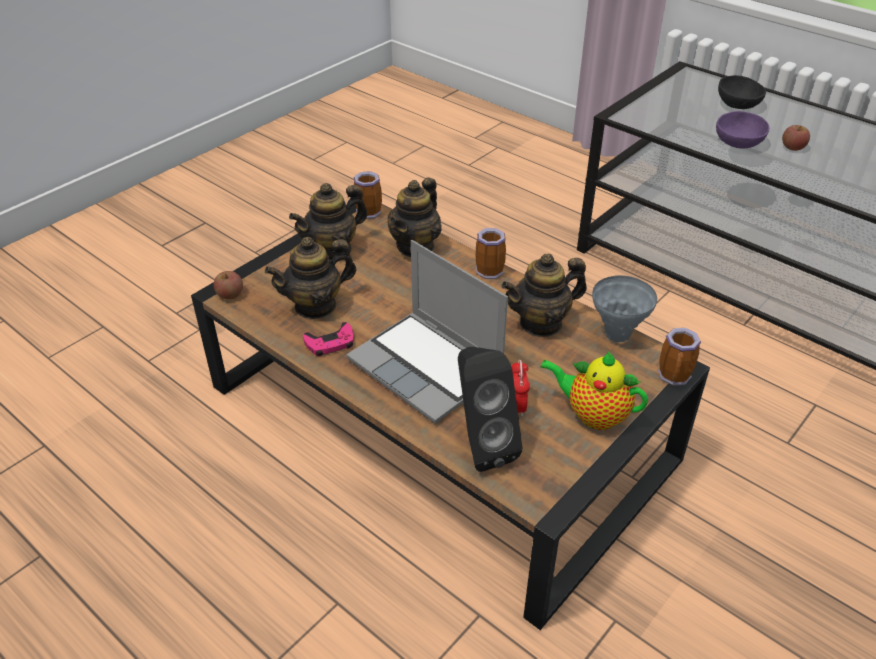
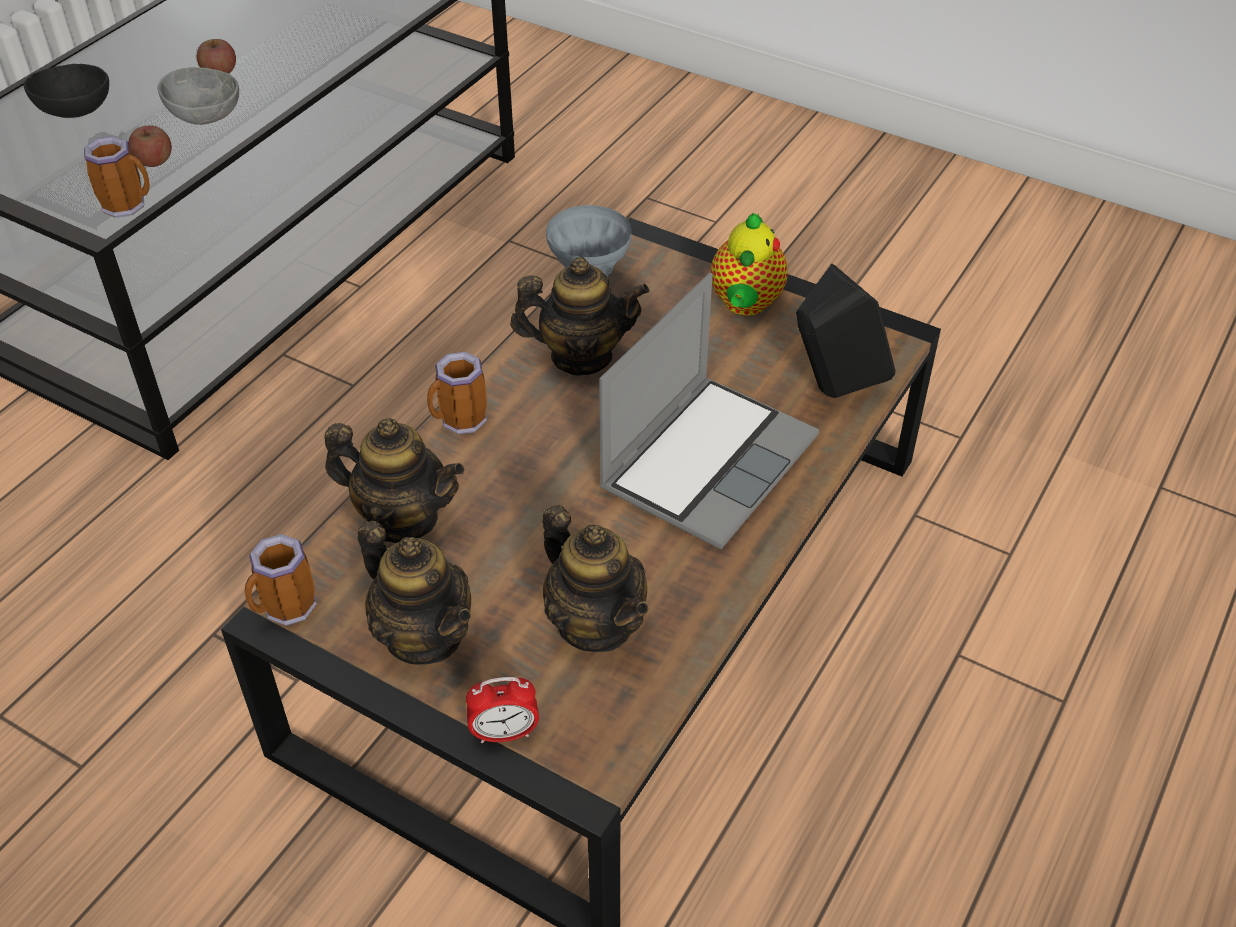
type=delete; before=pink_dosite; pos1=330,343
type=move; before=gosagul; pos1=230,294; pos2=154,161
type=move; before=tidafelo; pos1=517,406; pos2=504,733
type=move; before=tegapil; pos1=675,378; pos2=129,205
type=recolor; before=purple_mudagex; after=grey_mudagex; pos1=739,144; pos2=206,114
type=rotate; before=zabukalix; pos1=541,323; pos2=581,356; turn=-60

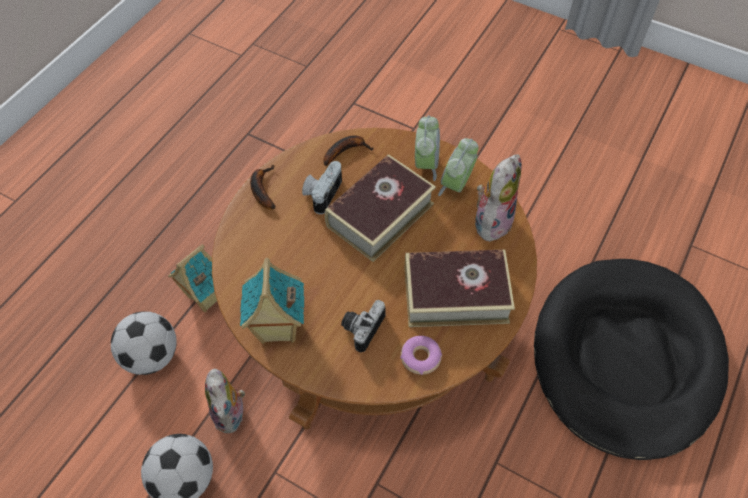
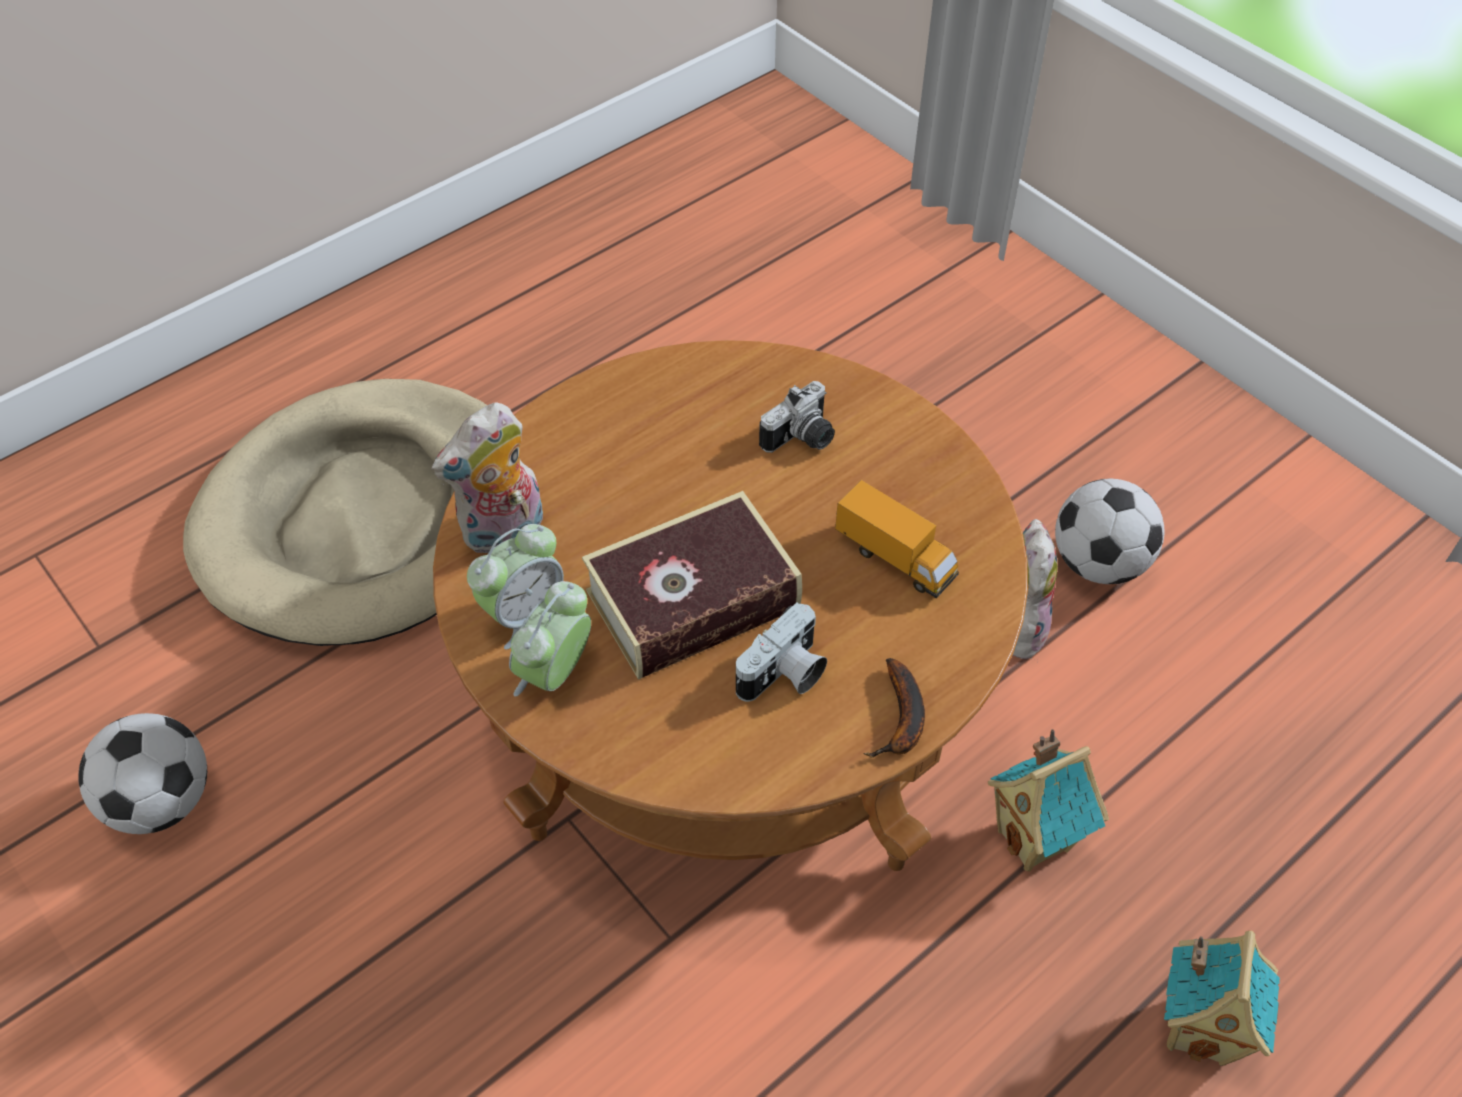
type=delete; before=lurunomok; pos1=346,151
type=delete; before=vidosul; pos1=420,357
type=delete; before=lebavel; pos1=455,295
type=insert; after=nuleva; pos2=895,559
type=move; before=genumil; pos1=152,356; pos2=162,801
type=move; before=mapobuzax; pos1=277,329; pos2=1200,1028
type=recolor; before=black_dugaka; after=beige_dugaka; pos1=625,358; pos2=366,518

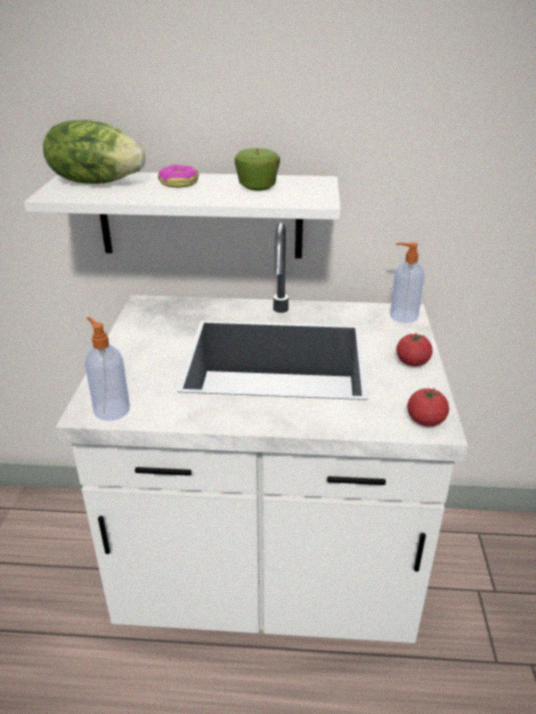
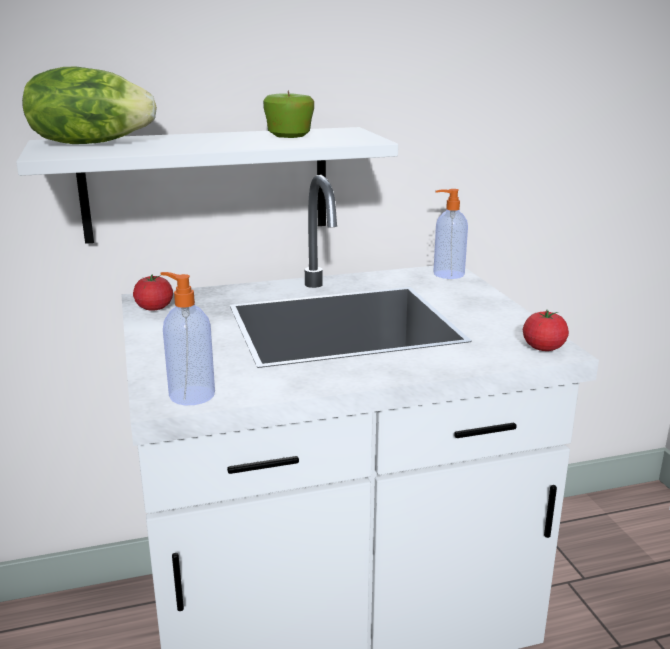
type=delete; before=vidosul; pos1=179,183
type=move; before=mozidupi; pos1=412,362; pos2=154,308

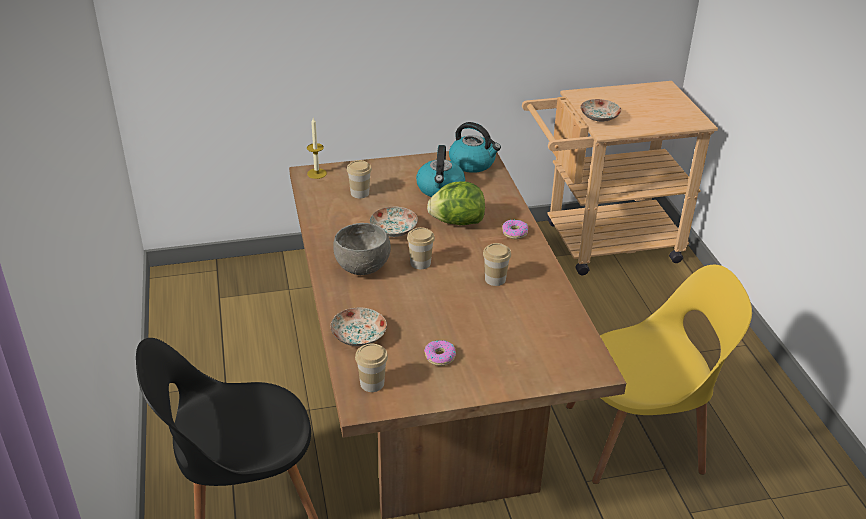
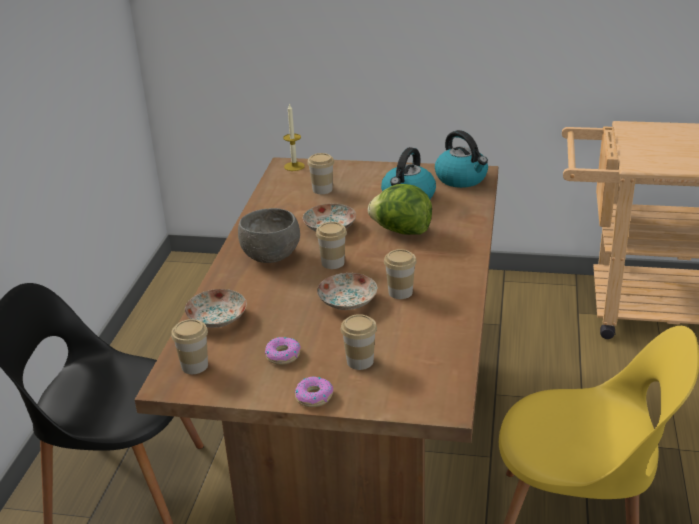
type=insert; after=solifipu; pos2=360,361
type=move; before=vidosul; pos1=514,233; pos2=314,396
type=move; before=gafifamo; pos1=599,117; pos2=347,301

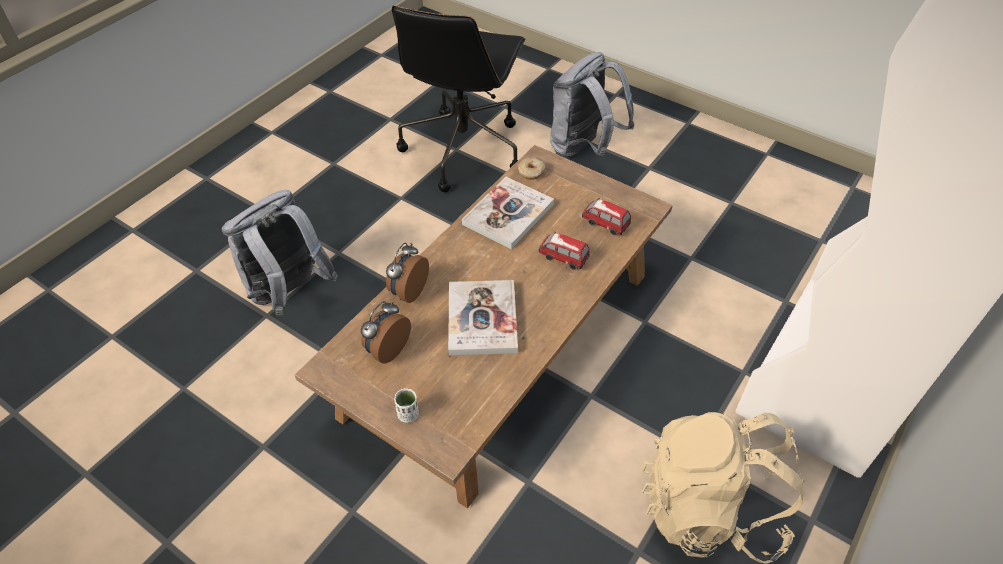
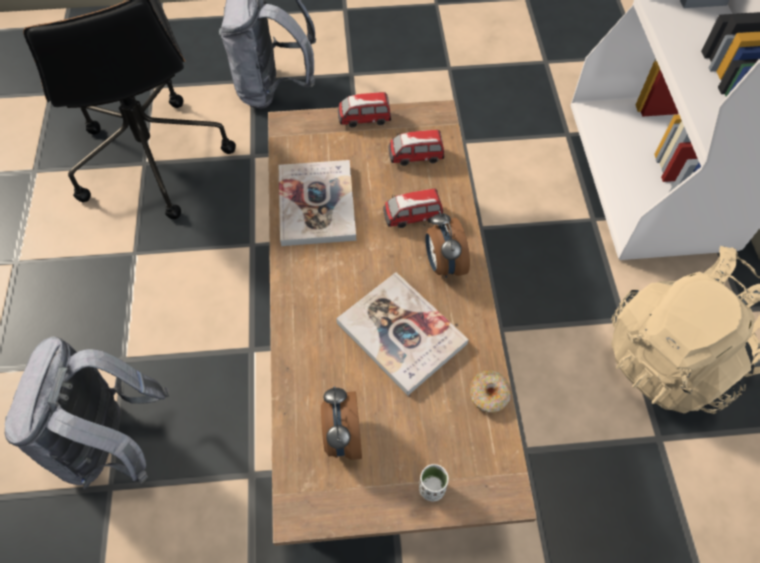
type=insert; after=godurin; pos2=364,119
type=move; before=tidafelo; pos1=408,291; pos2=443,264
type=move; before=vidosul; pos1=531,172; pos2=489,395

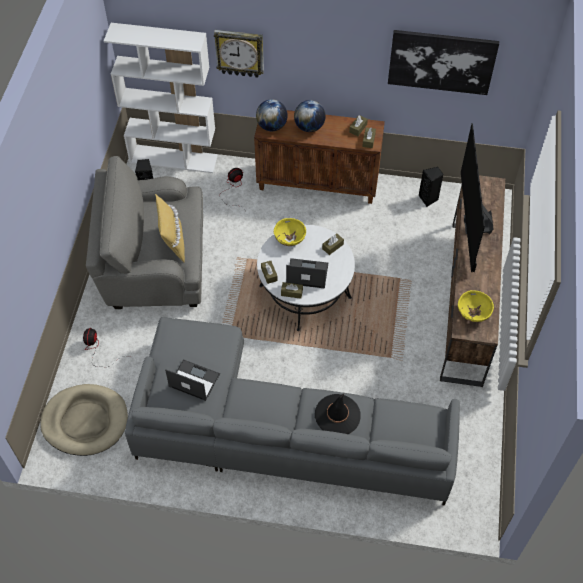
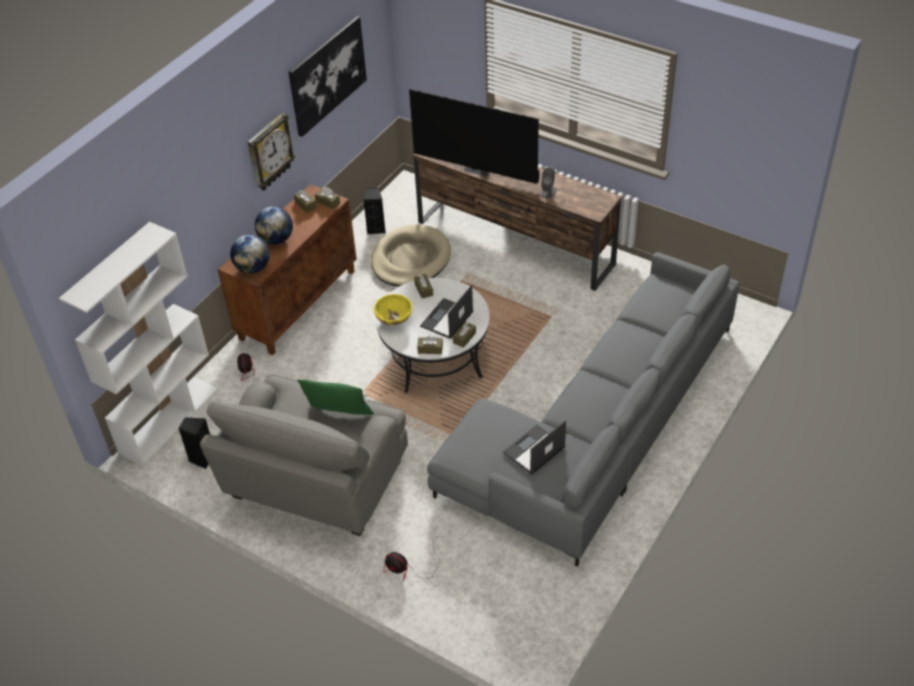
type=delete; before=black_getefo; pos1=337,415
type=delete; before=yellow_mudagex; pos1=473,314
type=insert; after=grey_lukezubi; pos2=548,191
type=move; before=beige_dugaka; pos1=85,421; pos2=410,259
type=move; before=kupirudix; pos1=240,53; pos2=269,152
type=recolor; before=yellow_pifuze; after=green_pifuze; pos1=172,242; pos2=339,417

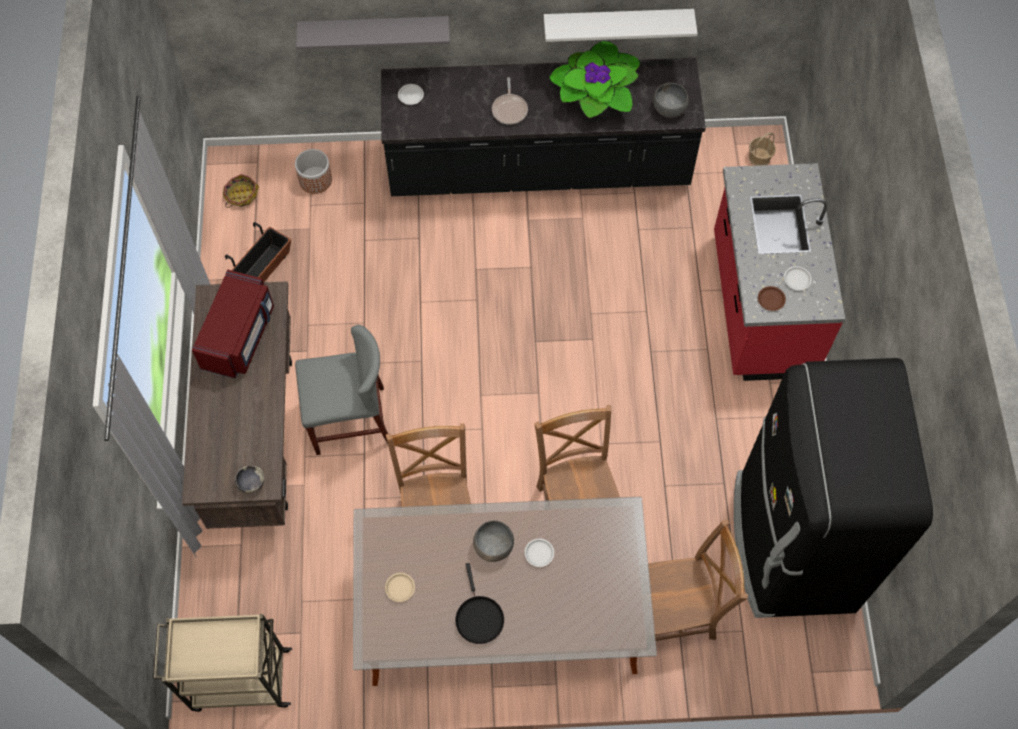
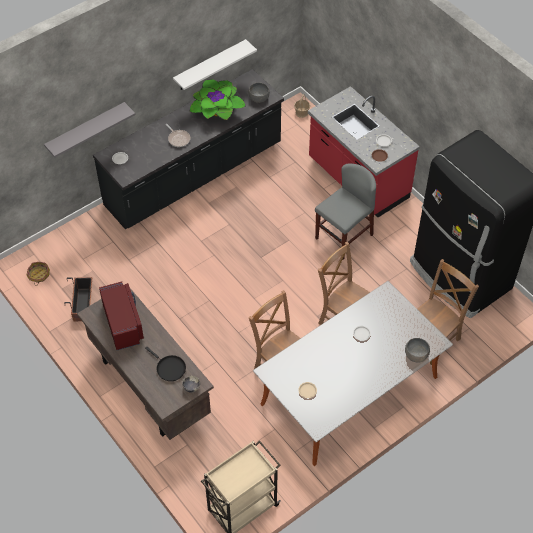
type=delete; before=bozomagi; pos1=316,180
type=move; before=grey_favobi; pos1=350,420; pos2=344,236
type=move; before=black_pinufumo; pos1=478,617; pos2=169,368
type=move; before=grey_mudagex; pos1=493,546; pos2=416,355

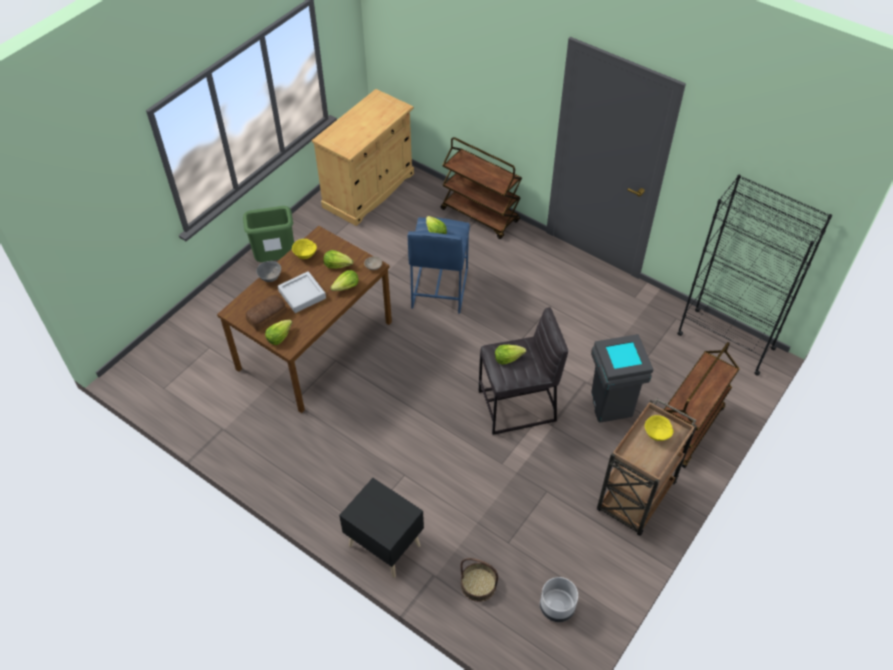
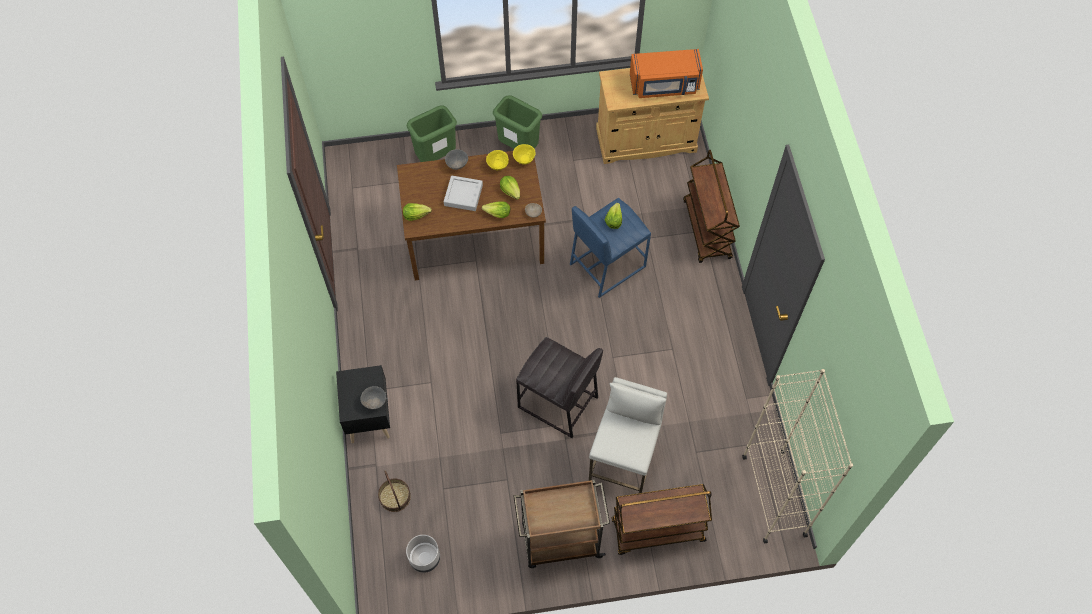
type=delete; before=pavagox; pos1=268,316
type=delete; before=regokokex; pos1=508,358
type=insert; after=grey_mudagex; pos2=374,402
type=insert; after=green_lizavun; pos2=436,157
type=insert; after=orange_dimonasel; pos2=664,85
type=move; before=yellow_mudagex; pos1=656,435; pos2=524,160
type=replace; before=grey_lizavun; after=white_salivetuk; pos1=609,405; pos2=623,461
type=recolor; before=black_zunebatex; after=beige_zunebatex; pos1=725,341; pos2=773,495

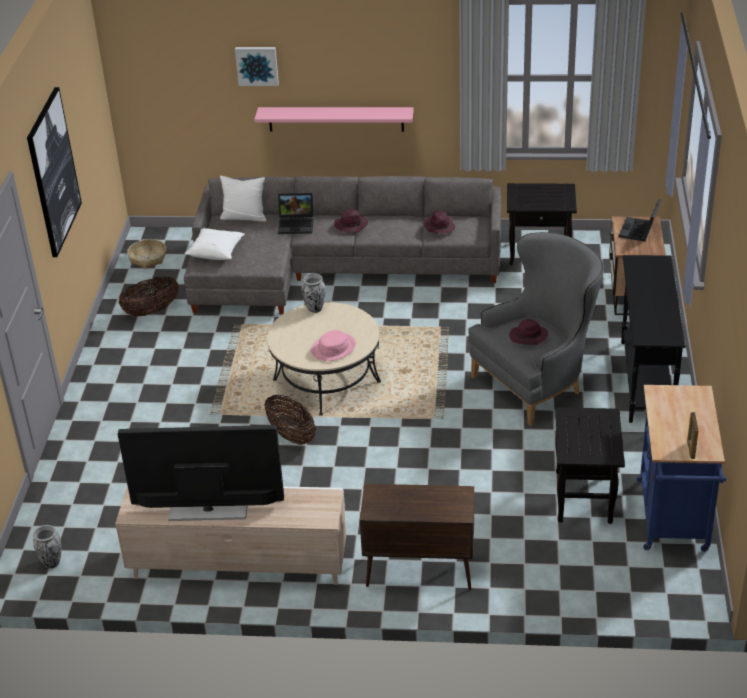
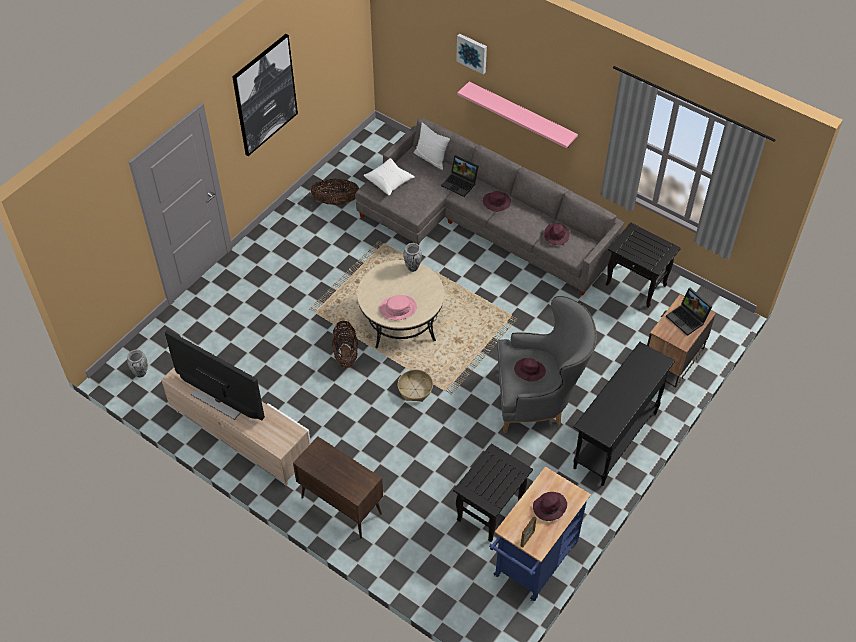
type=insert; after=purple_getefo; pos2=549,508
type=move; before=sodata; pos1=148,258; pos2=415,389
type=rotate; before=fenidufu; pos1=639,231; pos2=688,319; turn=-90

